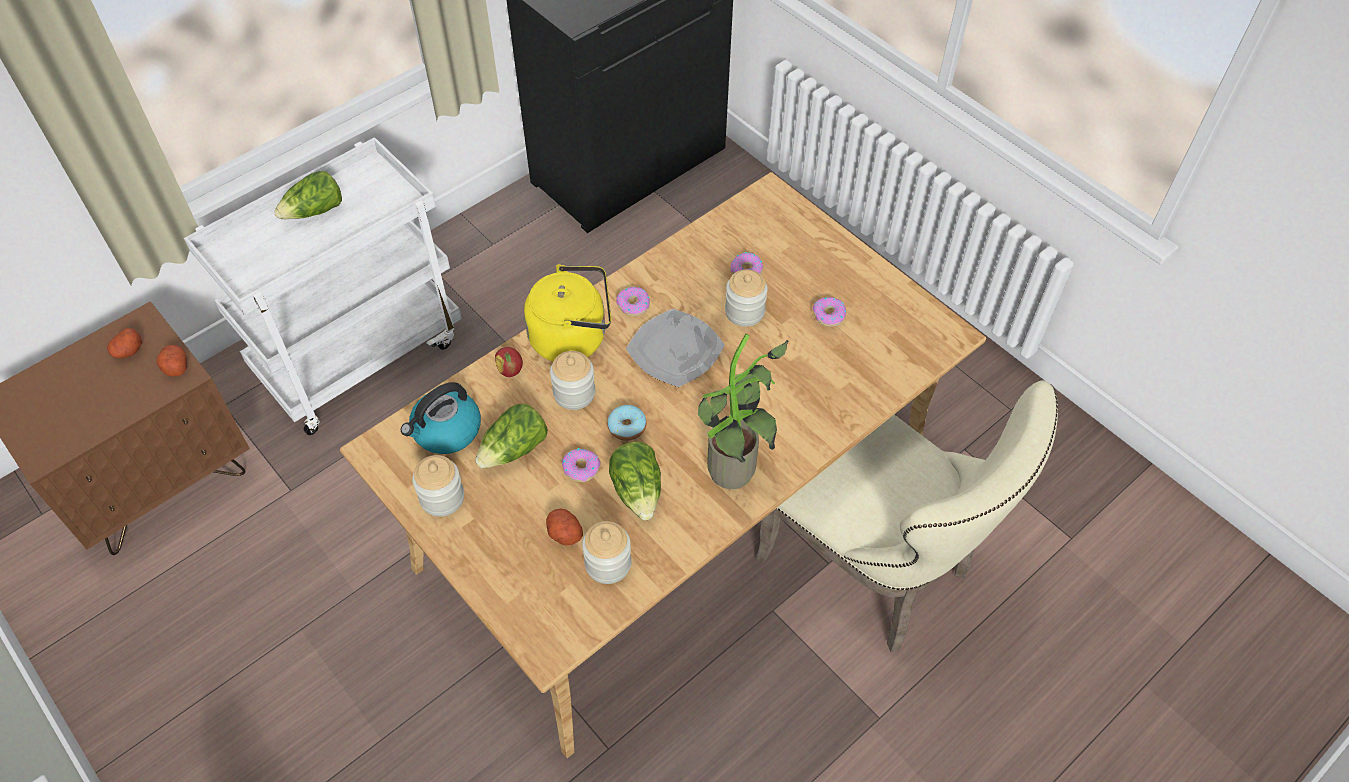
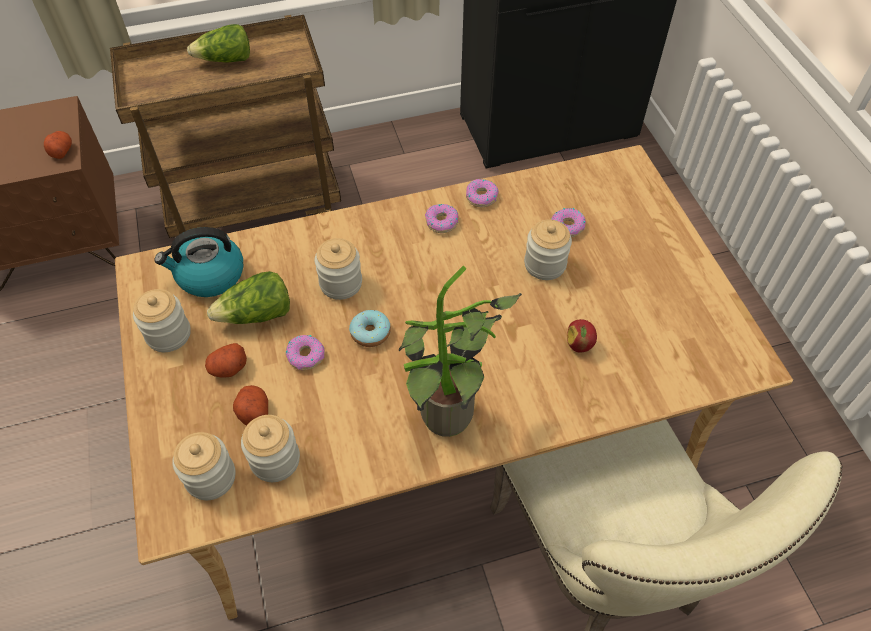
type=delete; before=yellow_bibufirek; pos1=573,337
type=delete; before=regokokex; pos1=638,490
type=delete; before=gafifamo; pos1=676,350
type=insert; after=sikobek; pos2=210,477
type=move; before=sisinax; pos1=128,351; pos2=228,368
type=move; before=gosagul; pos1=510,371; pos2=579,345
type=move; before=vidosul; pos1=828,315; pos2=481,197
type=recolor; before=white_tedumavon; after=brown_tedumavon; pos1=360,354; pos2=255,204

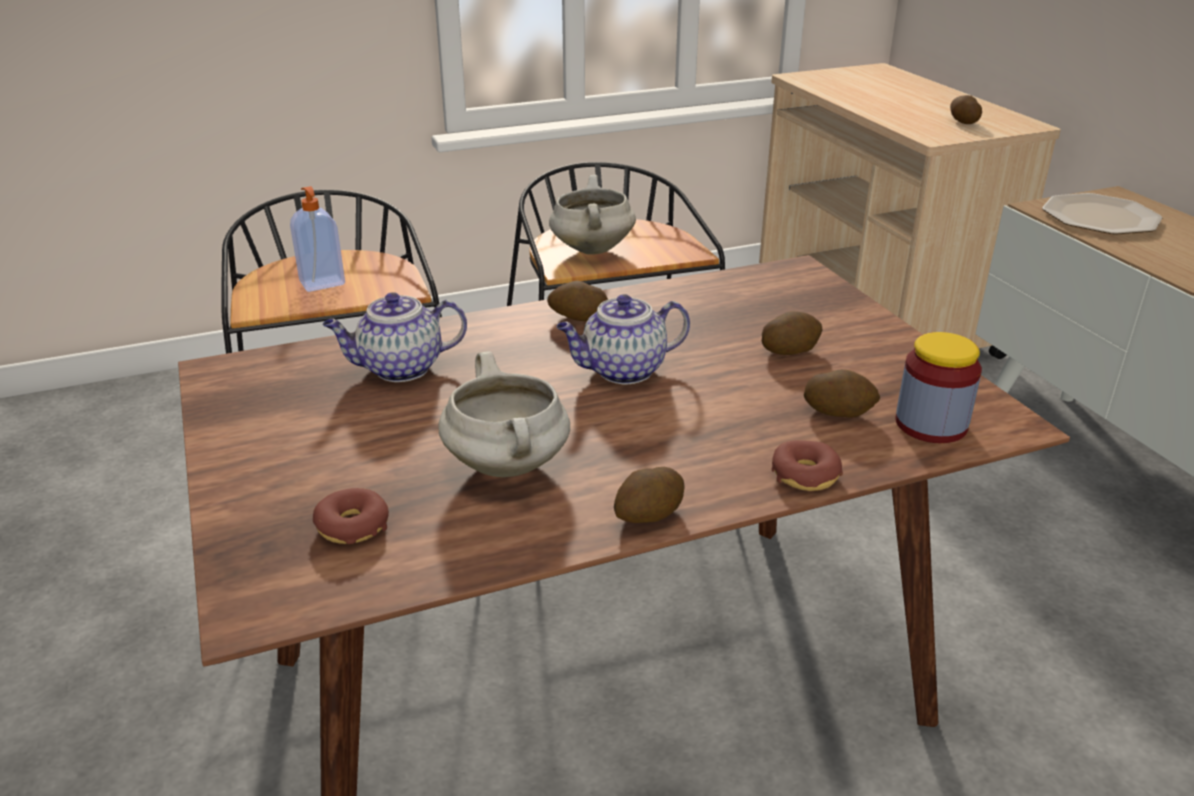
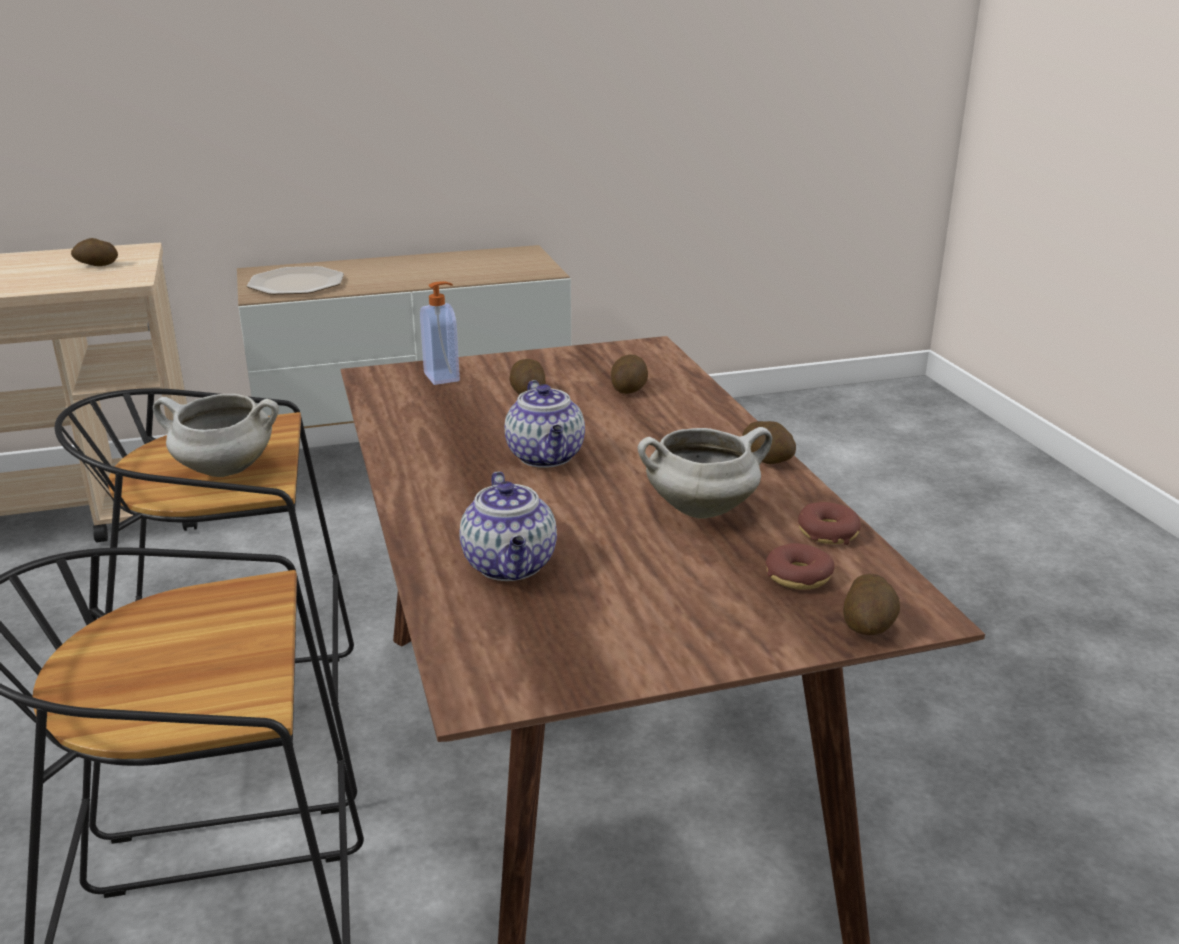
type=delete; before=sikobek; pos1=931,424
type=move; before=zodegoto; pos1=323,284; pos2=443,377
type=move; before=sisinax; pos1=578,318; pos2=868,626
type=move; before=vidosul; pos1=805,475; pos2=827,533

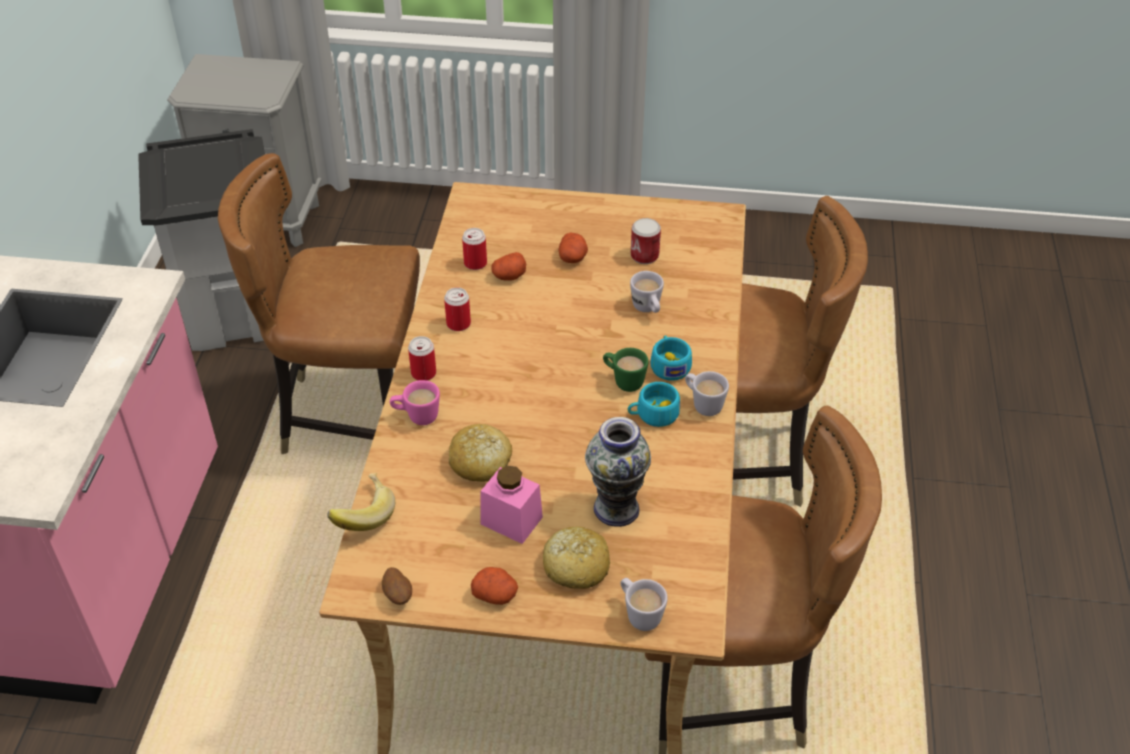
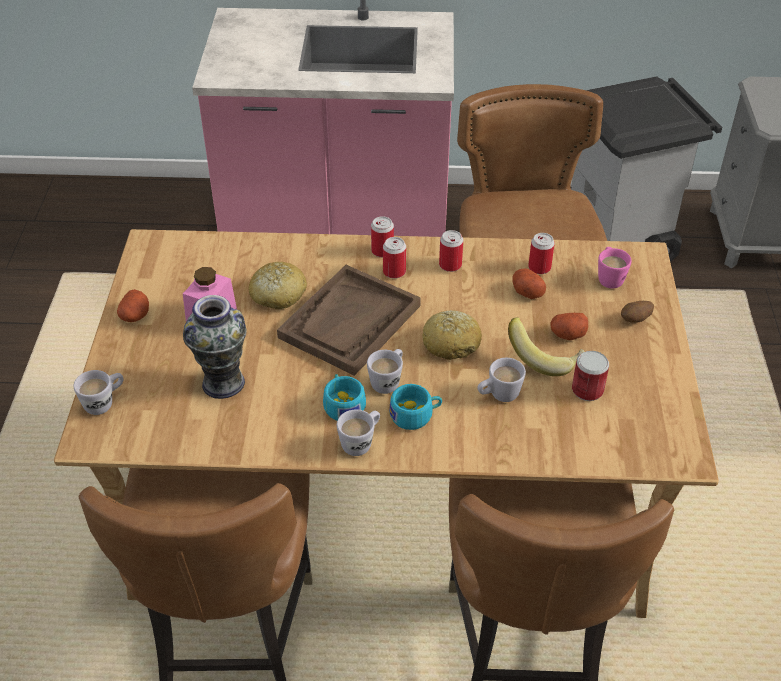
type=insert; after=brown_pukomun; pos2=350,322
type=insert; after=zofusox; pos2=394,272
type=move; before=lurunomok; pos1=362,514; pos2=544,358
type=move; before=sisinax; pos1=398,595; pos2=635,320
type=move; before=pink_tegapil; pos1=416,416; pos2=609,277
type=move; before=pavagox; pos1=576,566; pos2=451,343
type=recolor; before=green_tegapil; after=white_tegapil; pos1=623,381; pos2=388,381

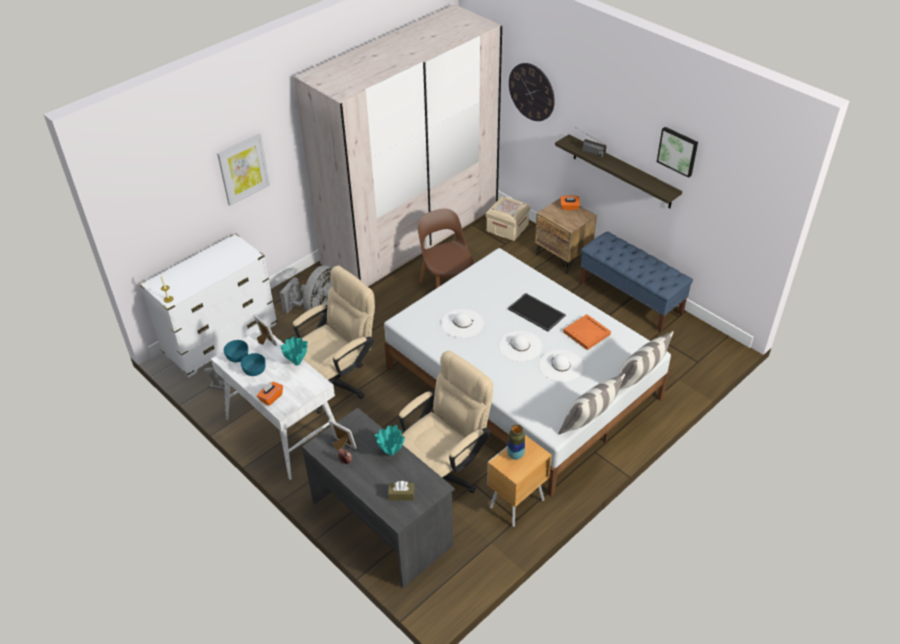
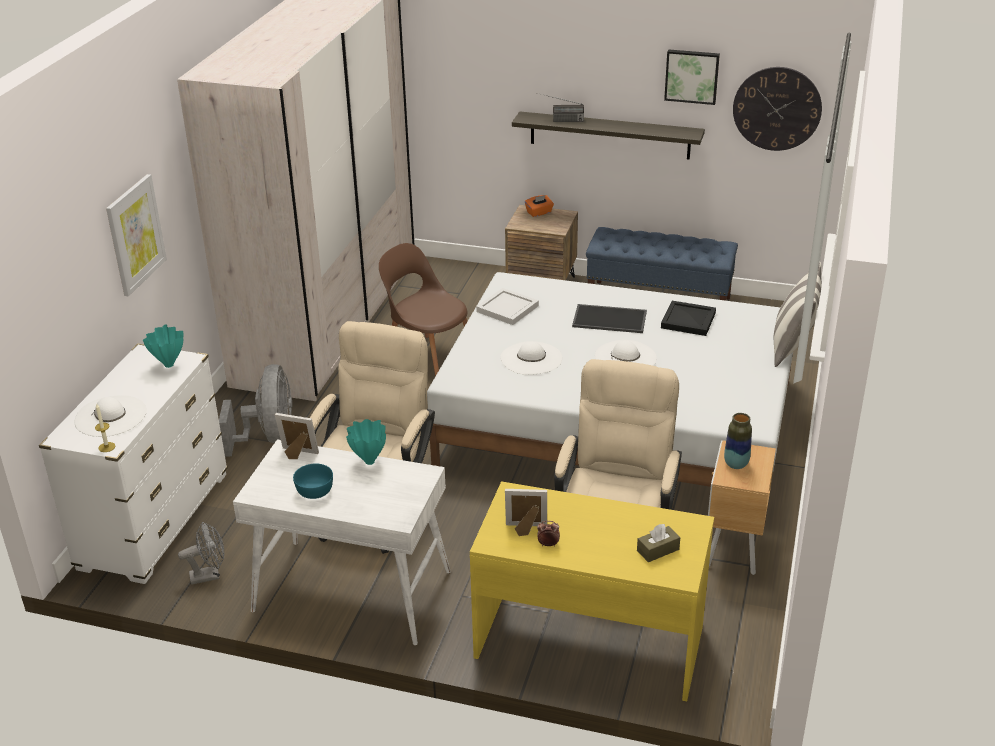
type=delete; before=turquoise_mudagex; pos1=237,357
type=delete; before=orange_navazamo; pos1=271,398
type=delete; before=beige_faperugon; pos1=507,228
type=delete; before=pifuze; pos1=588,424
type=insert; after=white_pukomun; pos2=508,308
type=move; before=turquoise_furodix; pos1=391,453; pos2=169,365
type=move; before=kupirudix; pos1=531,92; pos2=777,108
type=move; before=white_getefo; pos1=561,365; pos2=111,416
type=recolor; before=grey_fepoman; after=yellow_fepoman; pos1=382,522; pos2=590,640
type=recolor; before=orange_pukomun; after=black_pukomun; pos1=586,333; pos2=687,321

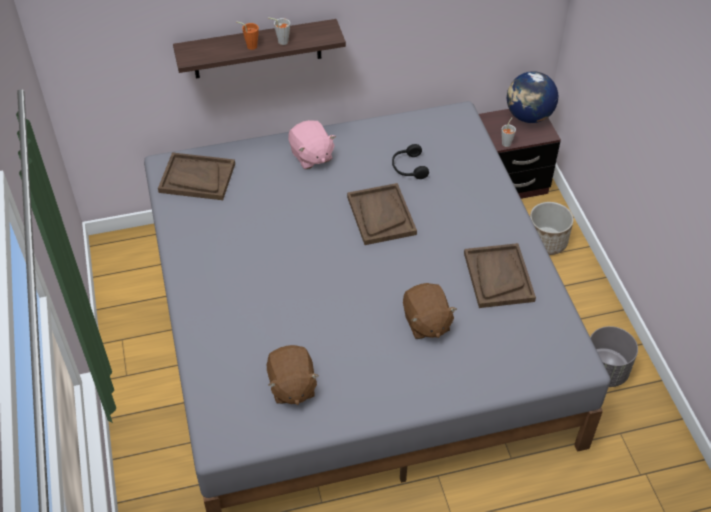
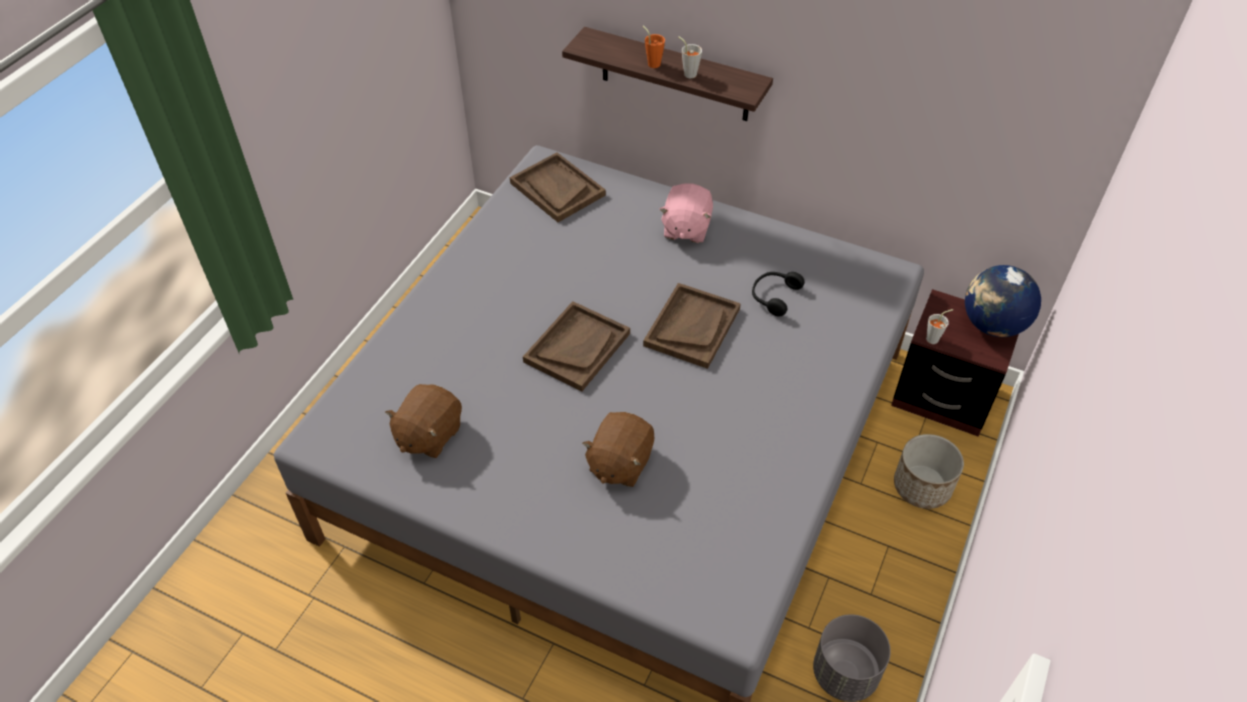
type=move; before=brown_pukomun; pos1=498,277; pos2=577,347

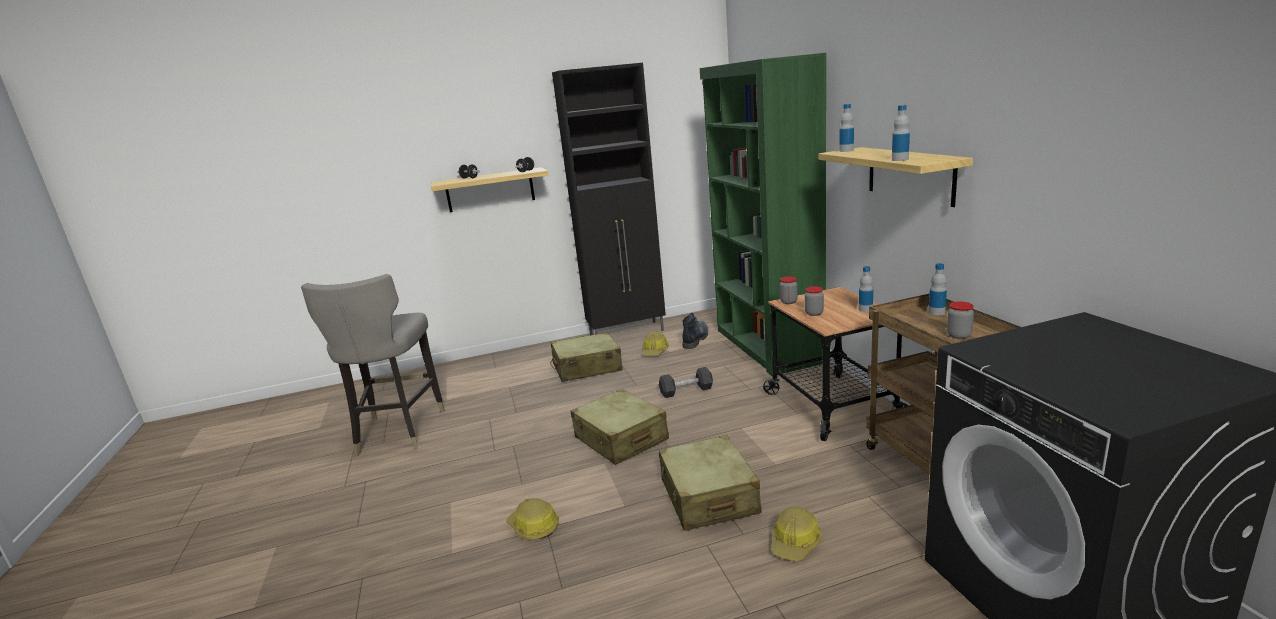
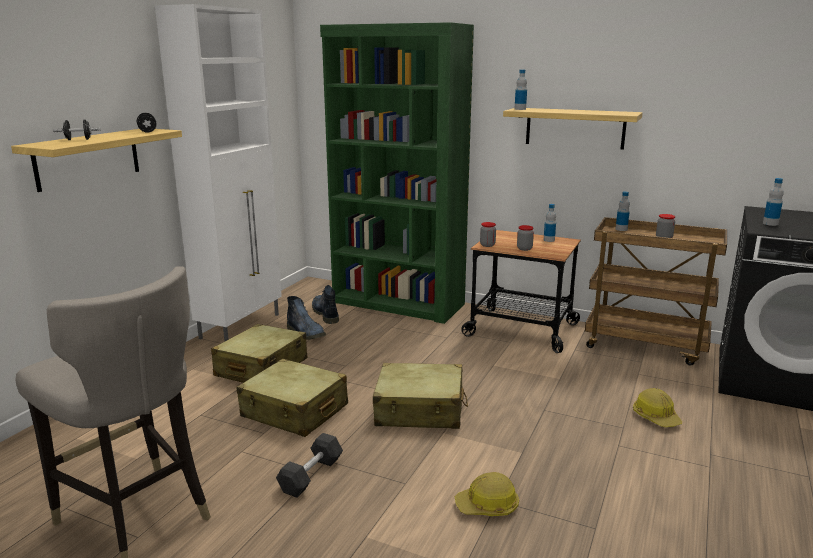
type=move; before=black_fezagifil; pos1=686,391; pos2=311,475
type=move; before=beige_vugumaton; pos1=708,497; pos2=294,411
type=move; before=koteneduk; pos1=900,159; pos2=770,223
type=replace; before=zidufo; after=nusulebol; pos1=655,351; pos2=306,334
type=recolor; before=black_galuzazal; after=white_galuzazal; pos1=628,332; pos2=241,326

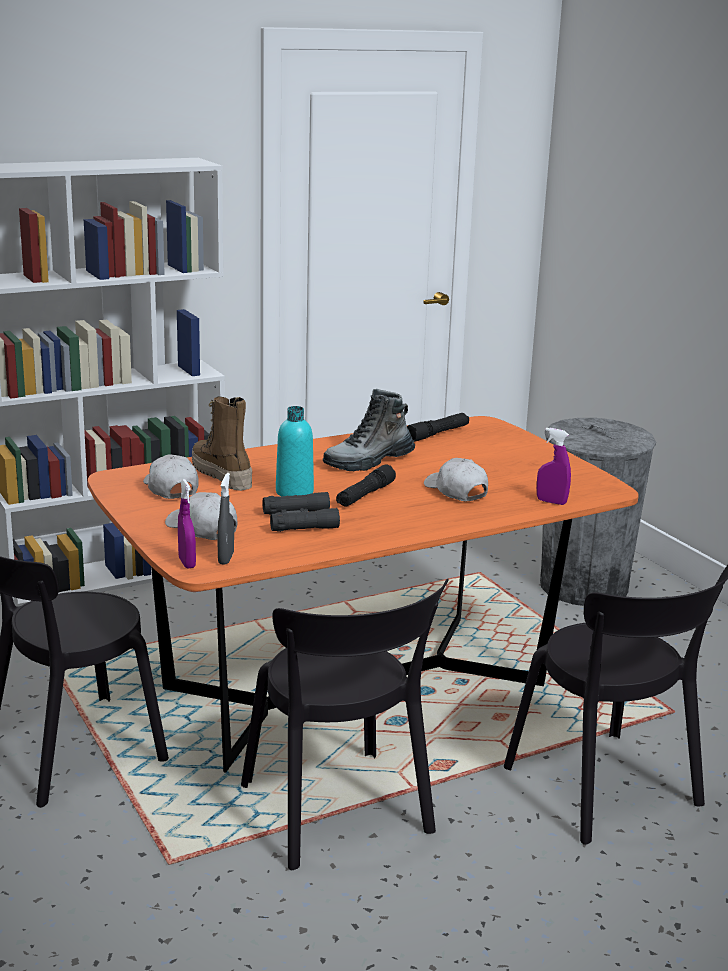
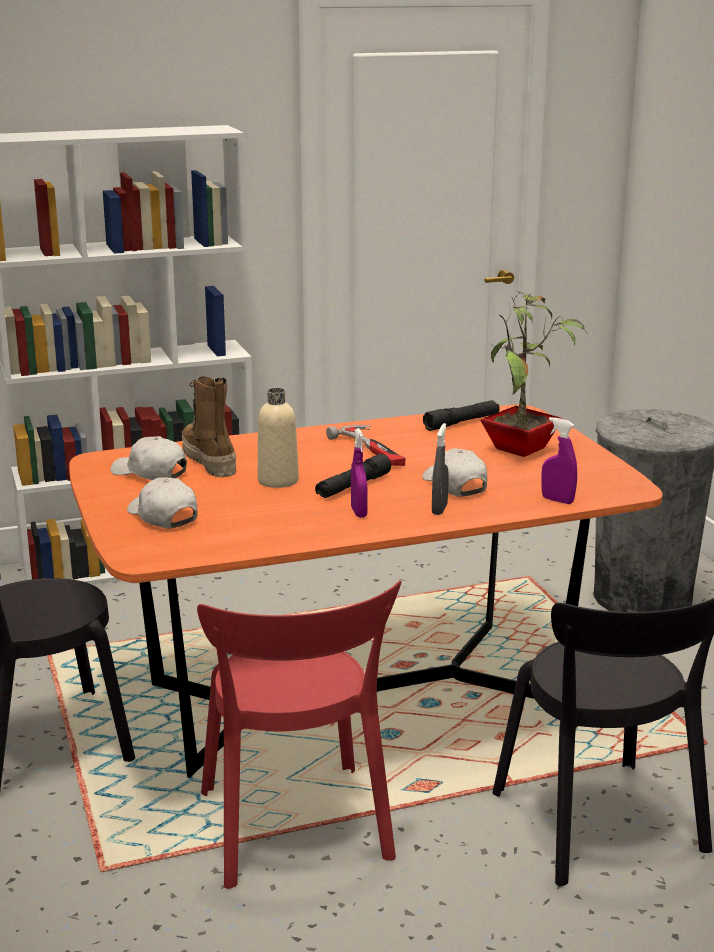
type=delete; before=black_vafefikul; pos1=300,520
type=insert; after=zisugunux; pos2=523,450
type=move; before=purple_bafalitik; pos1=187,563; pos2=359,512
type=move; before=grey_bafalitik; pos1=226,558; pos2=439,509
type=replace; before=nusulebol; after=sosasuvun; pos1=369,461; pos2=373,450
type=recolor; before=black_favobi; after=red_favobi; pos1=339,814; pos2=296,831
type=recolor; before=turquoise_koteneduk; after=beige_koteneduk; pos1=294,492; pos2=278,481
type=rotate; before=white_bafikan; pos1=170,488; pos2=150,473; turn=-45

